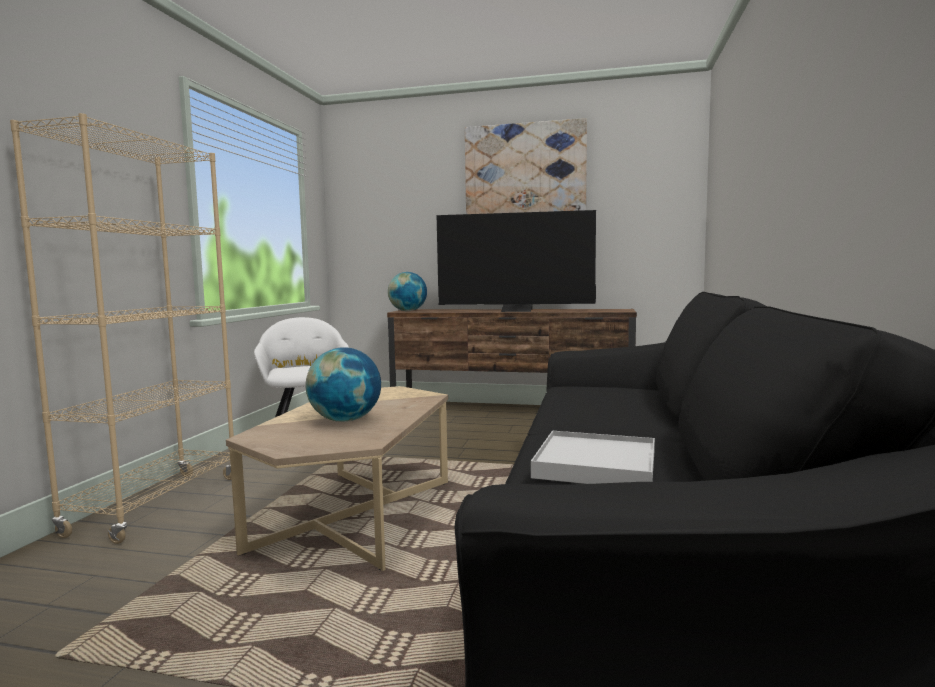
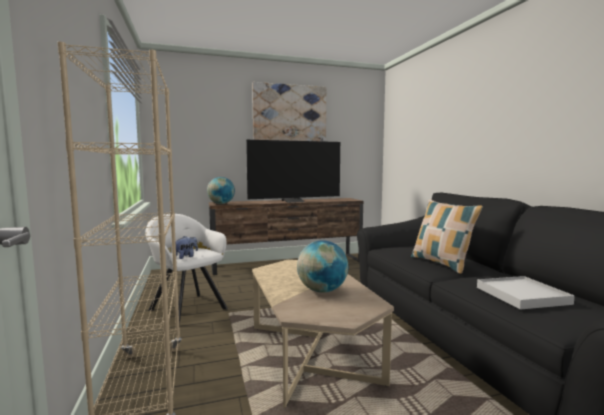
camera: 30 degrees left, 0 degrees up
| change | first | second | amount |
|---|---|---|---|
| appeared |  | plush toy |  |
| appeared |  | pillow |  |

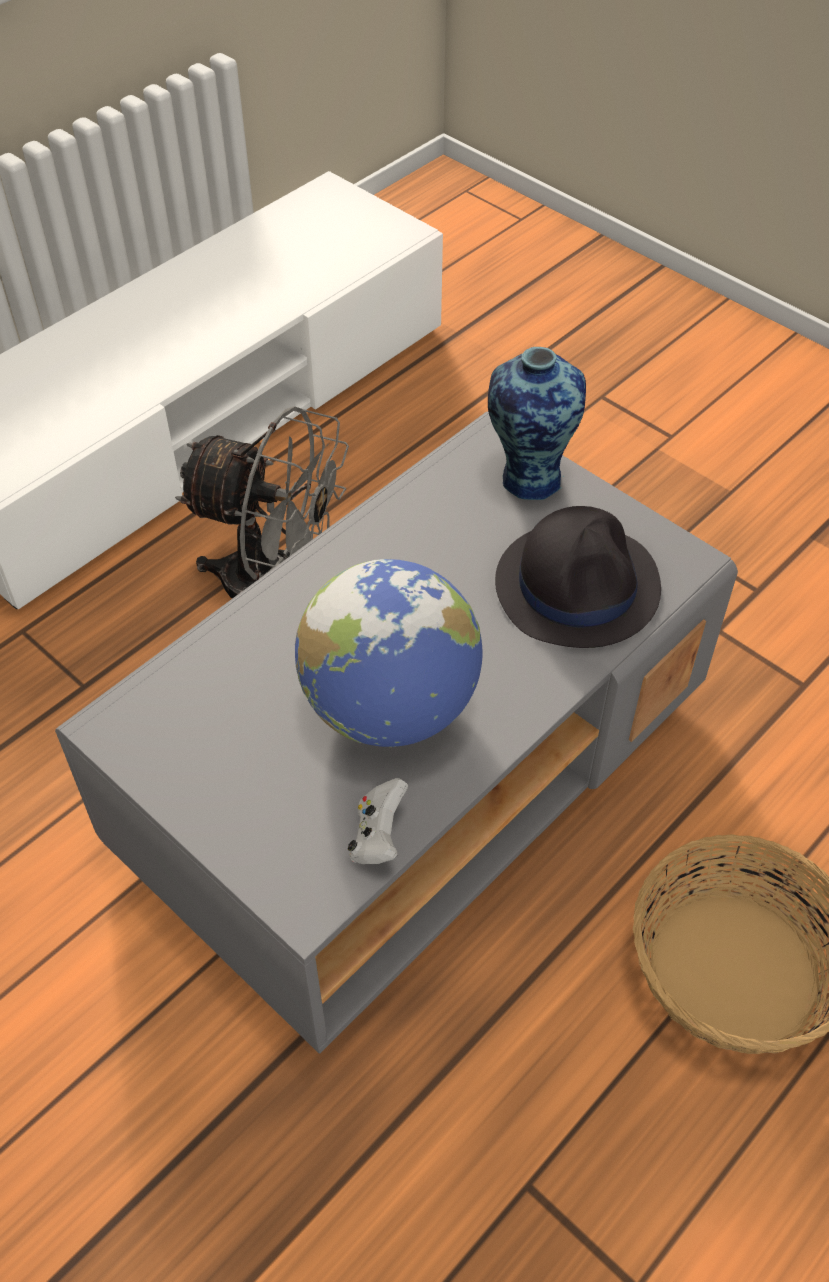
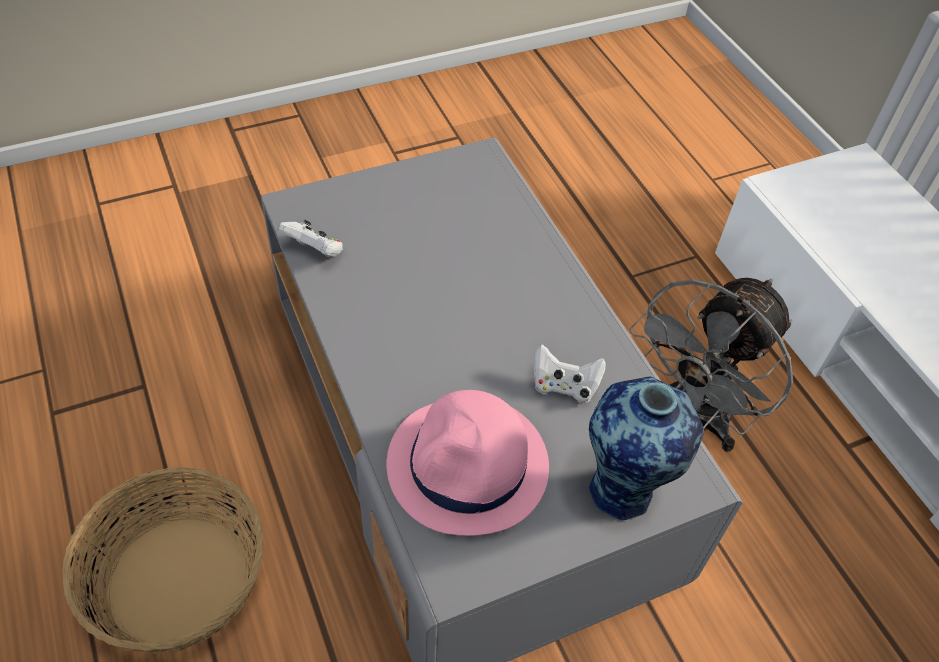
camera: 110 degrees right, 0 degrees up
| change | first | second | amount |
|---|---|---|---|
| colour | black hat | pink hat |  |
| appeared |  | white game controller (no. 2 from left) |  |
| missing | globe |  |  |

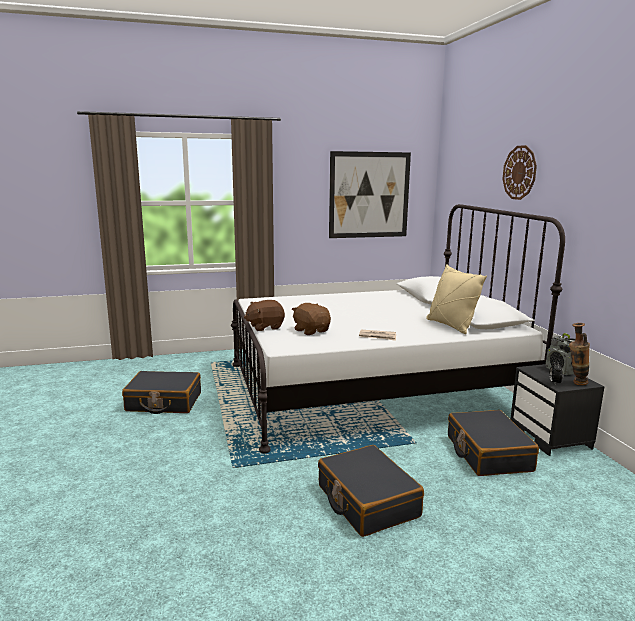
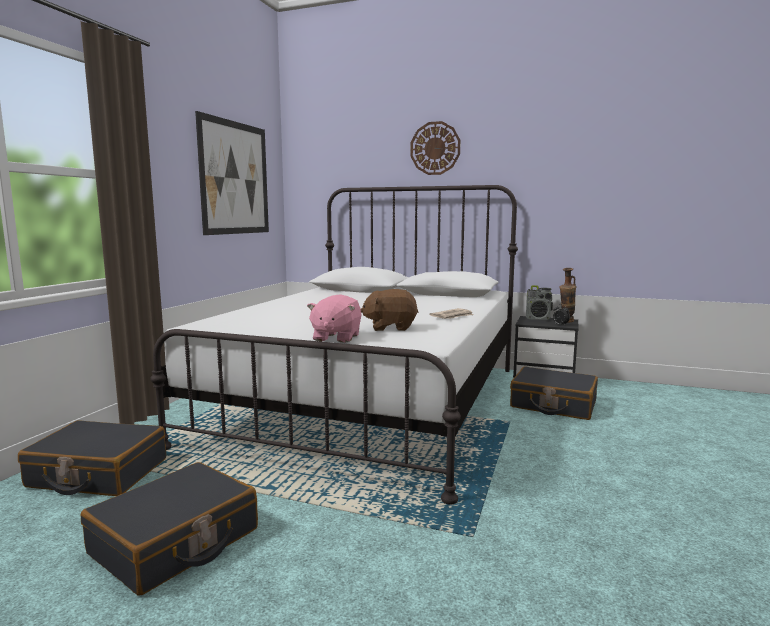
camera: 55 degrees left, 5 degrees down
| change | first | second | amount |
|---|---|---|---|
| relocated | black suitcase (no. 2 from left in the first image) | black suitcase (no. 1 from left) |  |
| colour | brown plush toy (no. 1 from left) | pink plush toy |  |
| missing | beige pillow |  |  |

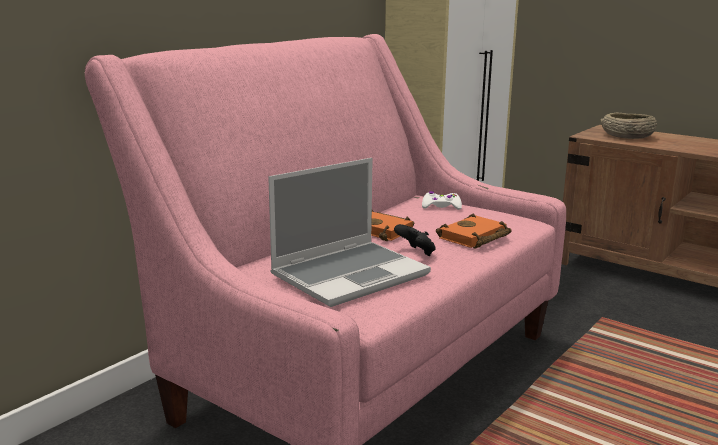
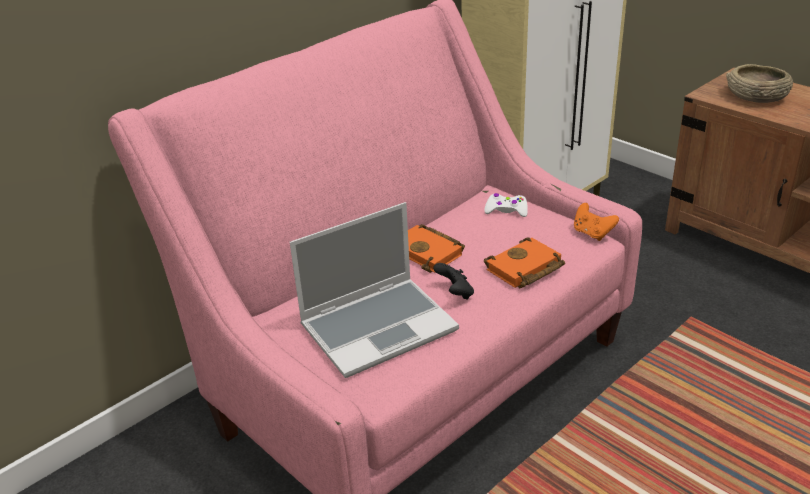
camera: 10 degrees right, 15 degrees up
| change | first | second | amount |
|---|---|---|---|
| appeared |  | orange game controller |  |

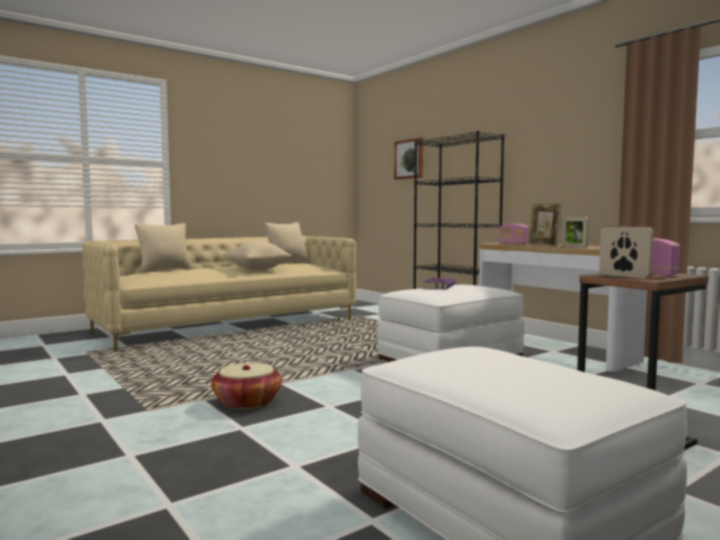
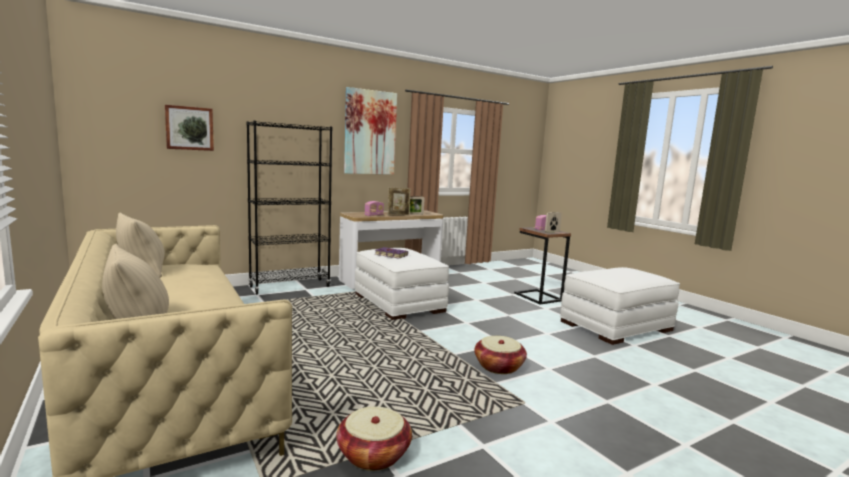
camera: 85 degrees left, 5 degrees up
| change | first | second | amount |
|---|---|---|---|
| appeared |  | basket (no. 1 from left) |  |
| appeared |  | picture (no. 2 from left) |  |
| missing | beige pillow (no. 2 from left) |  |  |

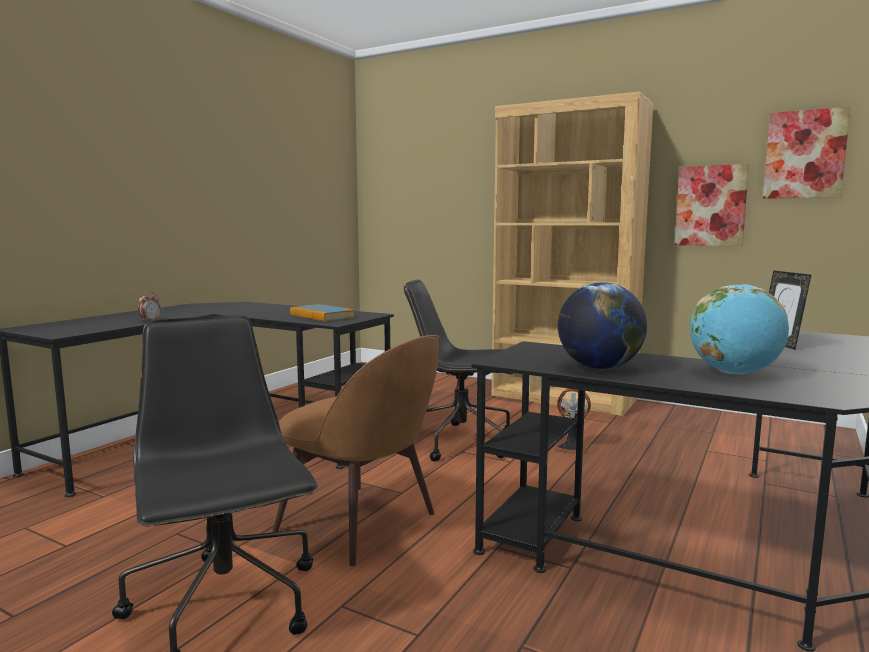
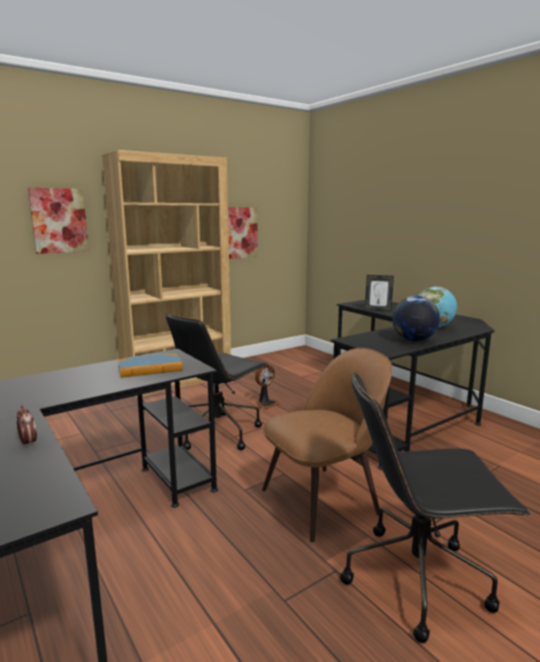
camera: 65 degrees left, 5 degrees up
| change | first | second | amount |
|---|---|---|---|
| relocated | picture (no. 2 from left in the first image) | picture (no. 1 from left) |  |

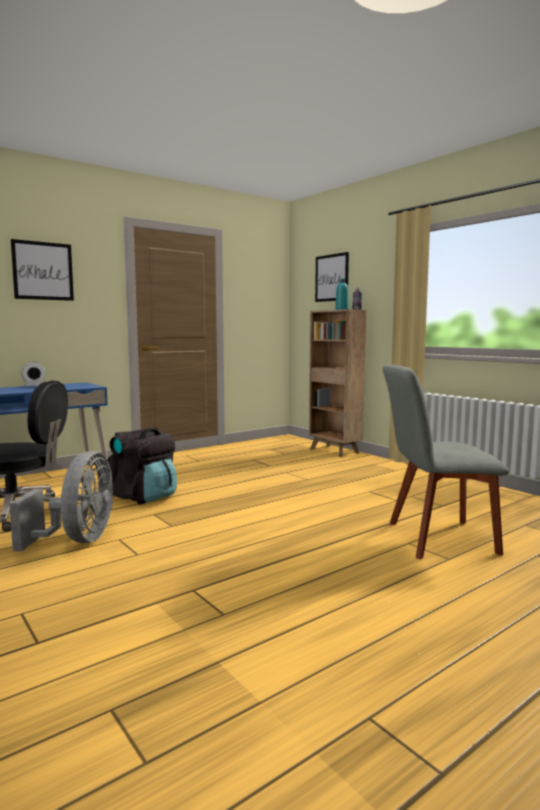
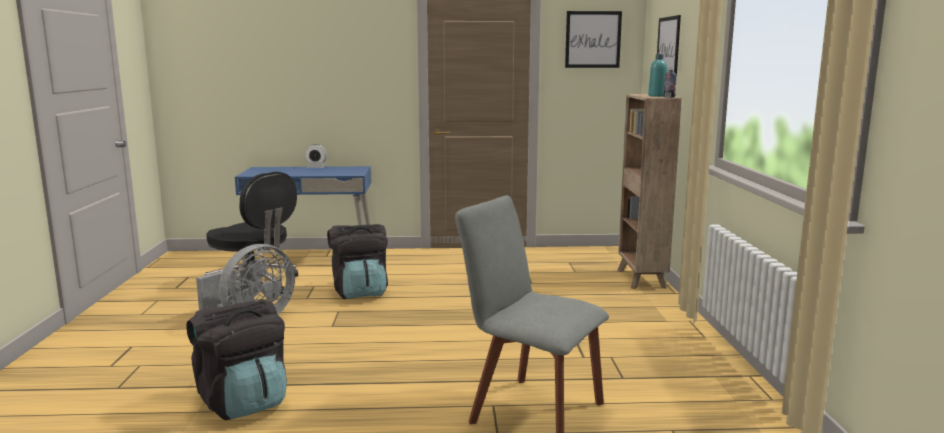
camera: 35 degrees right, 5 degrees up
| change | first | second | amount |
|---|---|---|---|
| appeared |  | black backpack (no. 1 from left) |  |
| relocated | picture (no. 1 from left) |  |  |

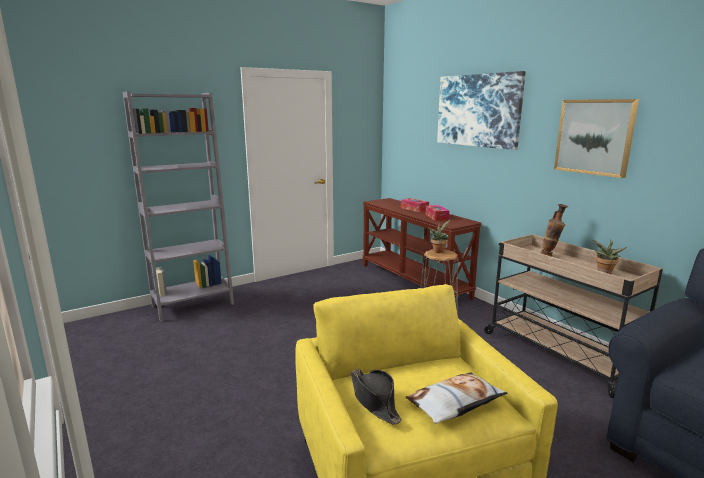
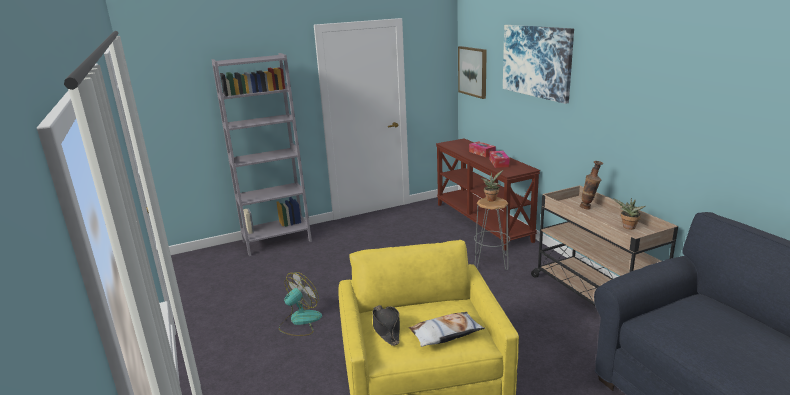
camera: 10 degrees right, 5 degrees up
| change | first | second | amount |
|---|---|---|---|
| appeared |  | fan |  |
| relocated | picture (no. 2 from left in the first image) | picture (no. 1 from left) |  |

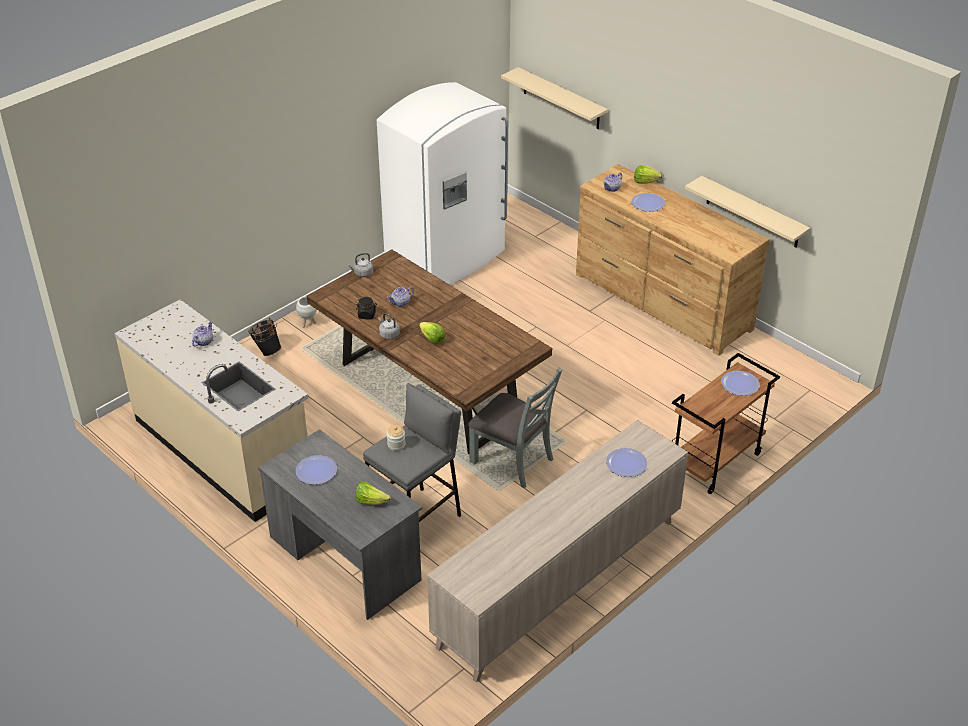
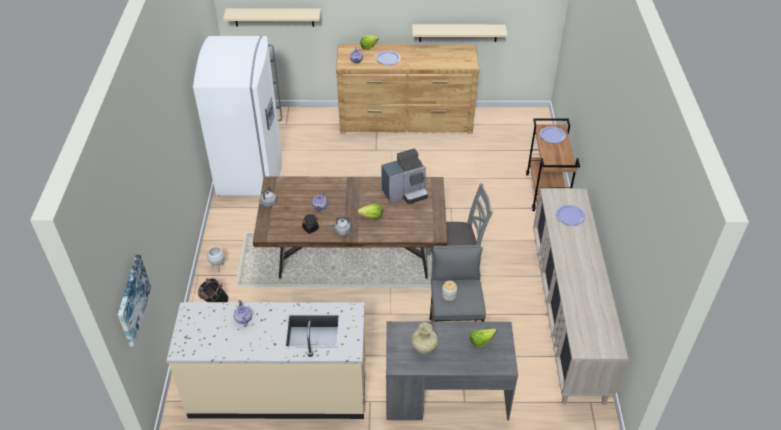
camera: 45 degrees left, 5 degrees up
| change | first | second | amount |
|---|---|---|---|
| appeared |  | picture |  |
| appeared |  | coffee machine |  |
| exchanged | plate (no. 1 from left) | beige vase |  |

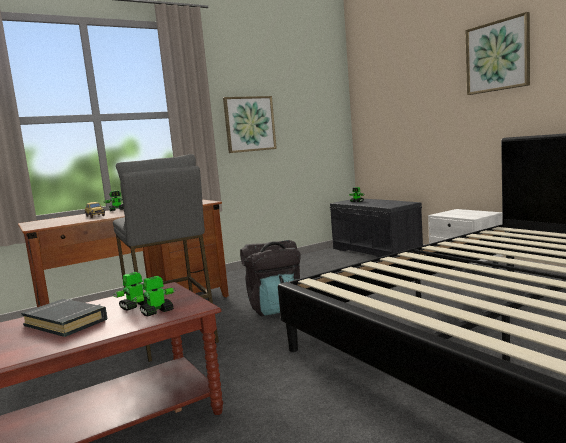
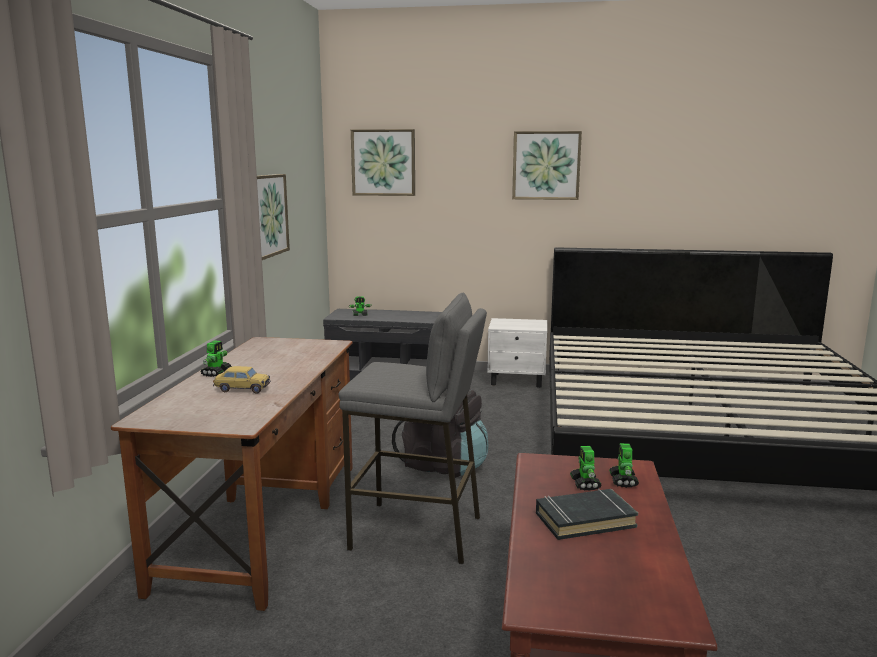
camera: 50 degrees left, 5 degrees up
| change | first | second | amount |
|---|---|---|---|
| appeared |  | picture (no. 2 from left) |  |

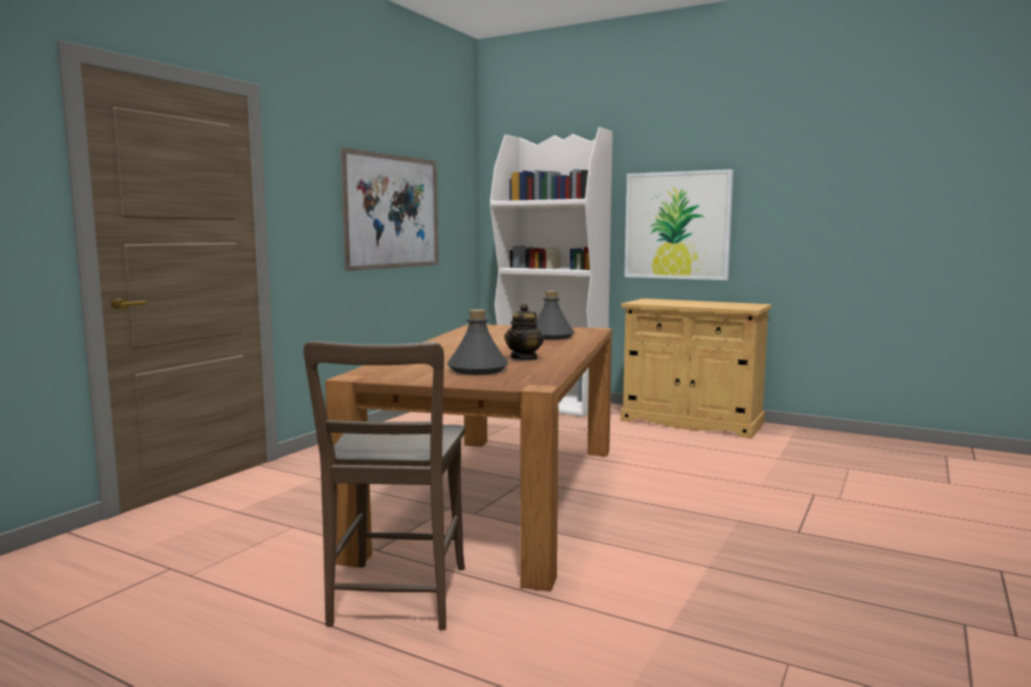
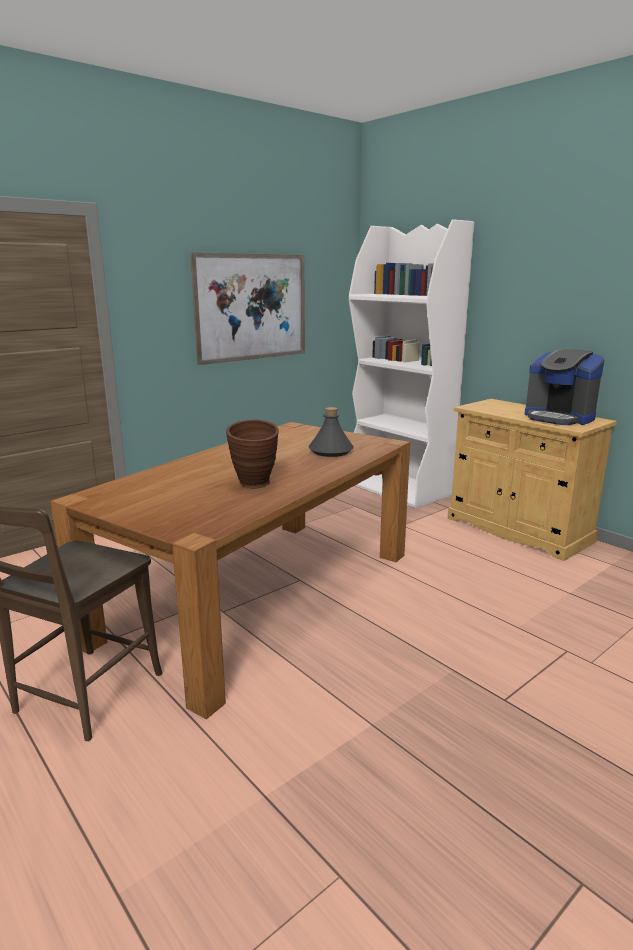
camera: 20 degrees right, 10 degrees up
| change | first | second | amount |
|---|---|---|---|
| exchanged | teapot | brown vase |  |
| appeared |  | coffee machine |  |
| missing | grey bottle (no. 1 from left) |  |  |
| missing | picture (no. 2 from left) |  |  |

